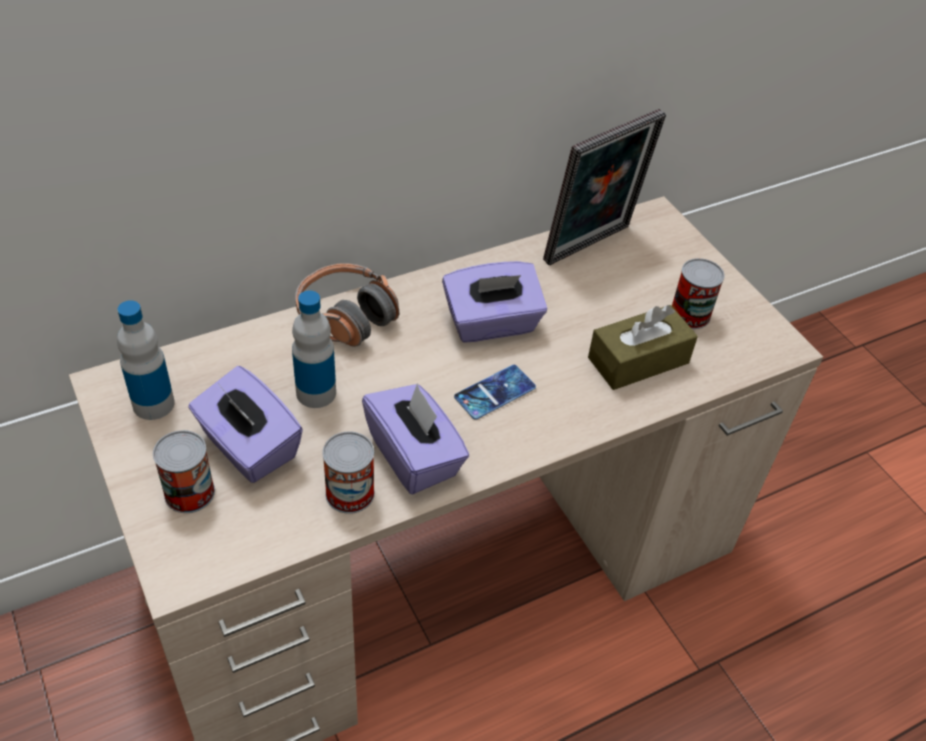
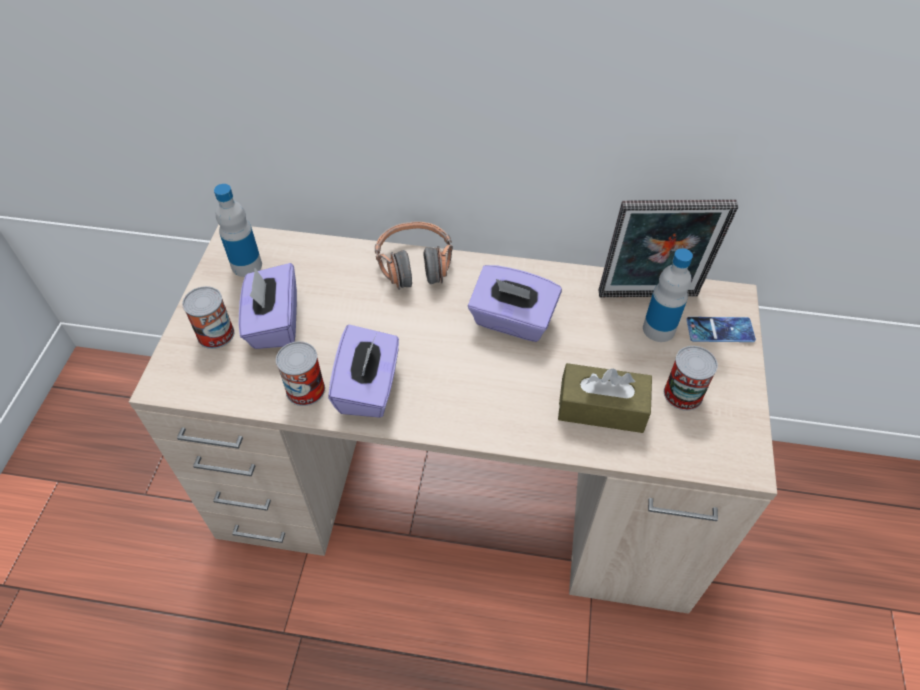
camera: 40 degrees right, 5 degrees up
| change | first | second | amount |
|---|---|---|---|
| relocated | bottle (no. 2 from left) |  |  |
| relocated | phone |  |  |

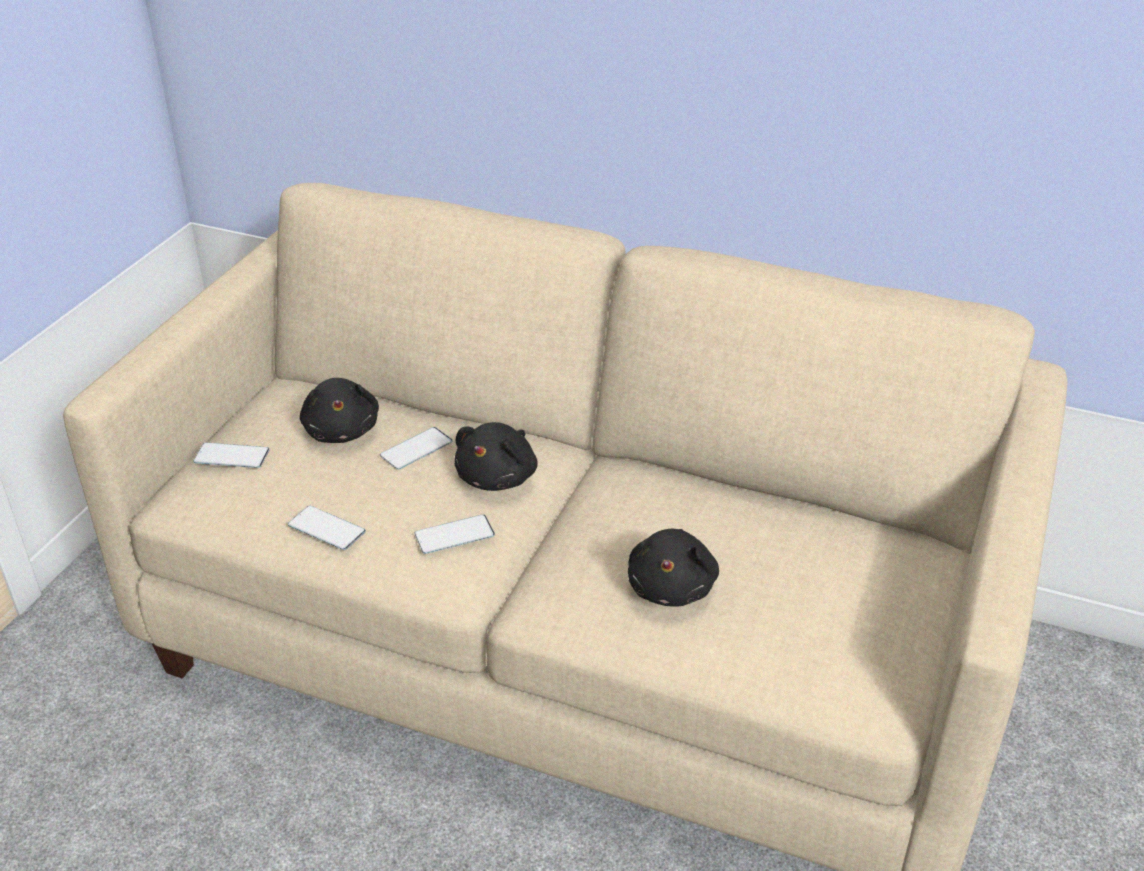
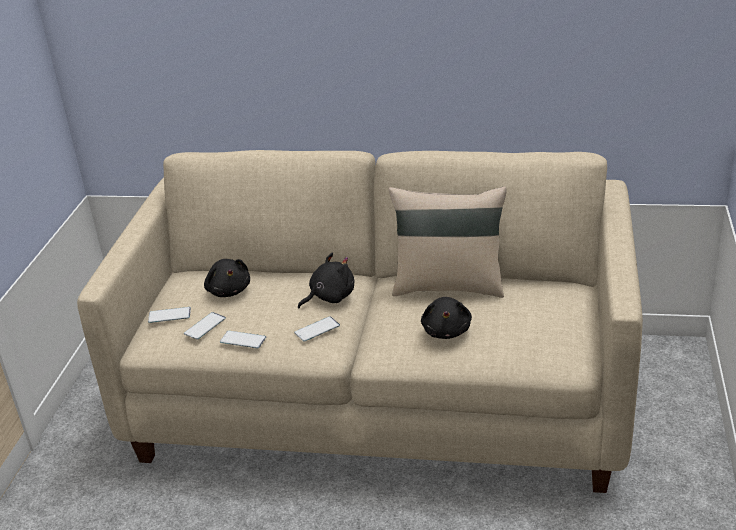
camera: 10 degrees left, 5 degrees down
| change | first | second | amount |
|---|---|---|---|
| relocated | phone (no. 3 from left in the first image) | phone (no. 2 from left) |  |
| spun | black plush toy (no. 2 from left) |  | 135 degrees counterclockwise |
| appeared |  | beige pillow |  |

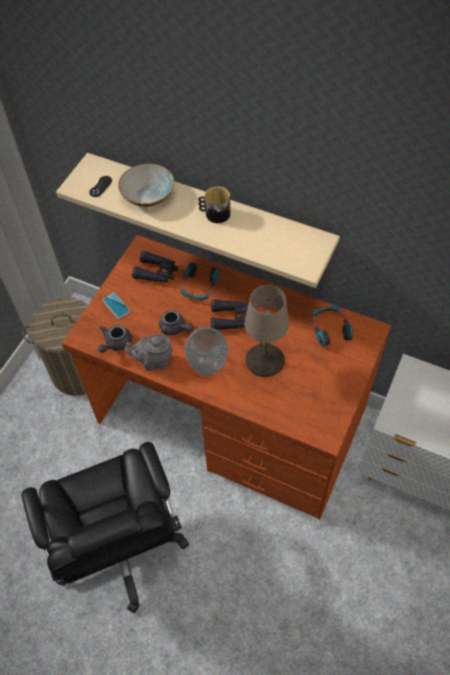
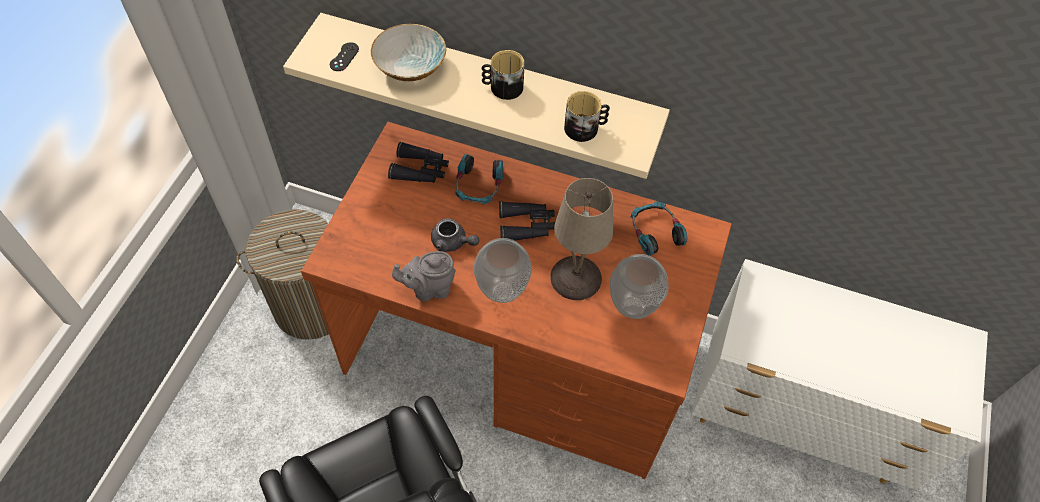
camera: 10 degrees left, 0 degrees up
| change | first | second | amount |
|---|---|---|---|
| appeared |  | mug (no. 2 from left) |  |
| appeared |  | vase (no. 2 from left) |  |
| missing | grey teapot (no. 1 from left) |  |  |
| missing | phone |  |  |

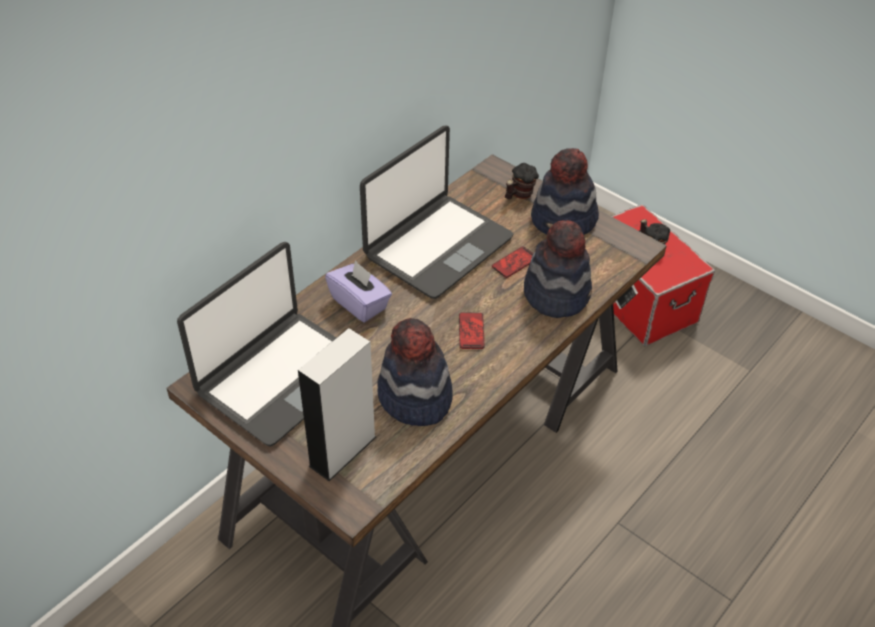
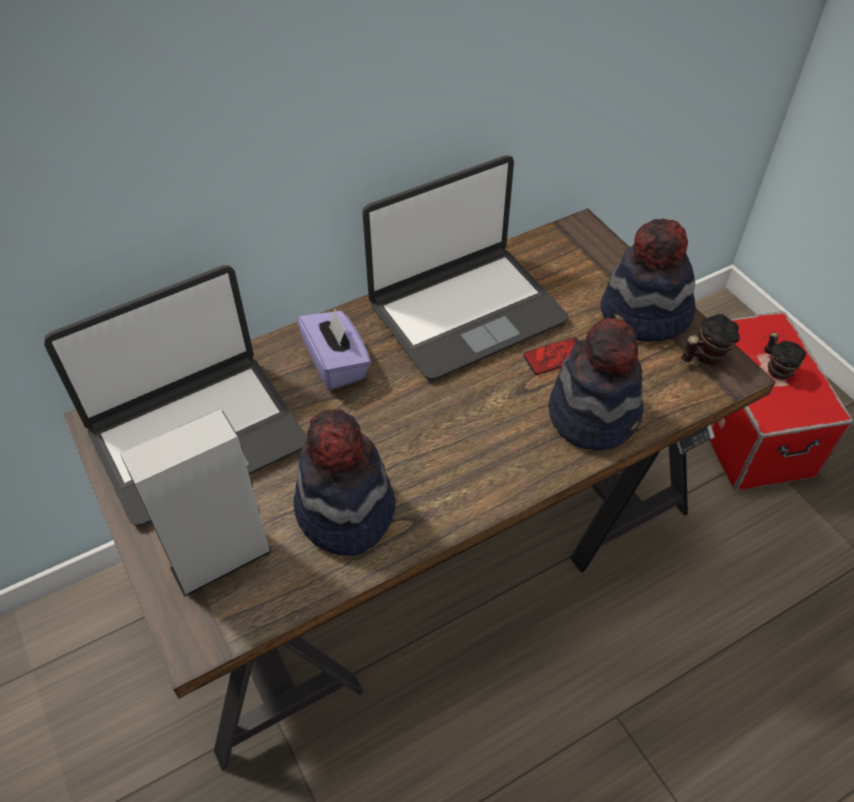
camera: 20 degrees right, 5 degrees up
| change | first | second | amount |
|---|---|---|---|
| relocated | mug (no. 1 from left) |  |  |
| missing | phone (no. 1 from left) |  |  |

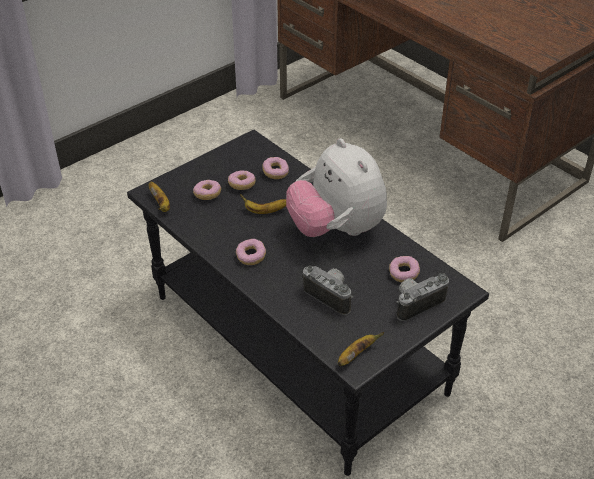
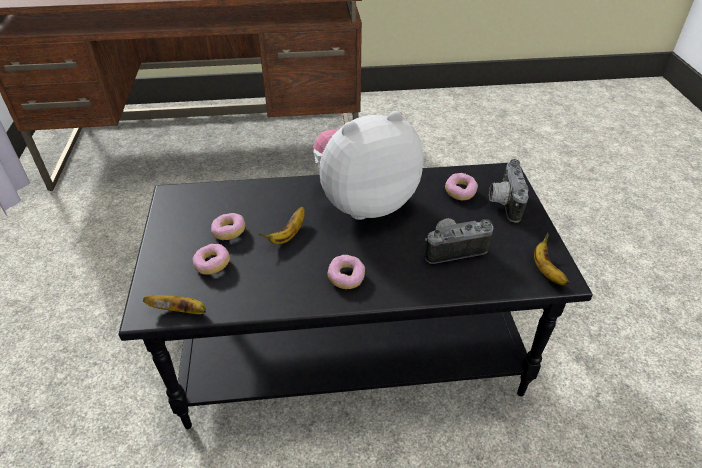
camera: 55 degrees left, 0 degrees up
| change | first | second | amount |
|---|---|---|---|
| spun | plush toy |  | 150 degrees clockwise |
| missing | donut (no. 4 from left) |  |  |

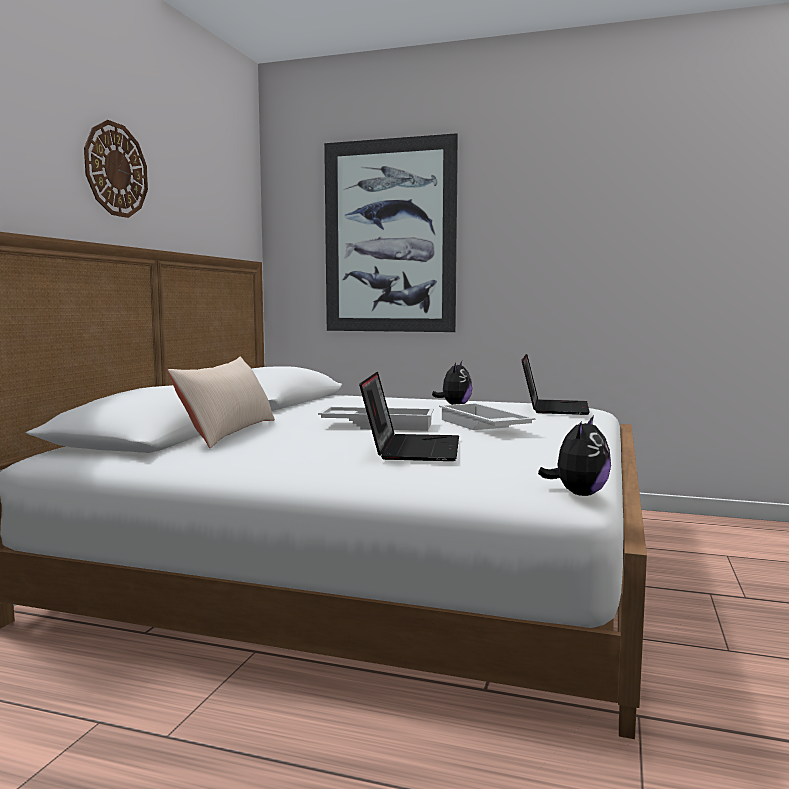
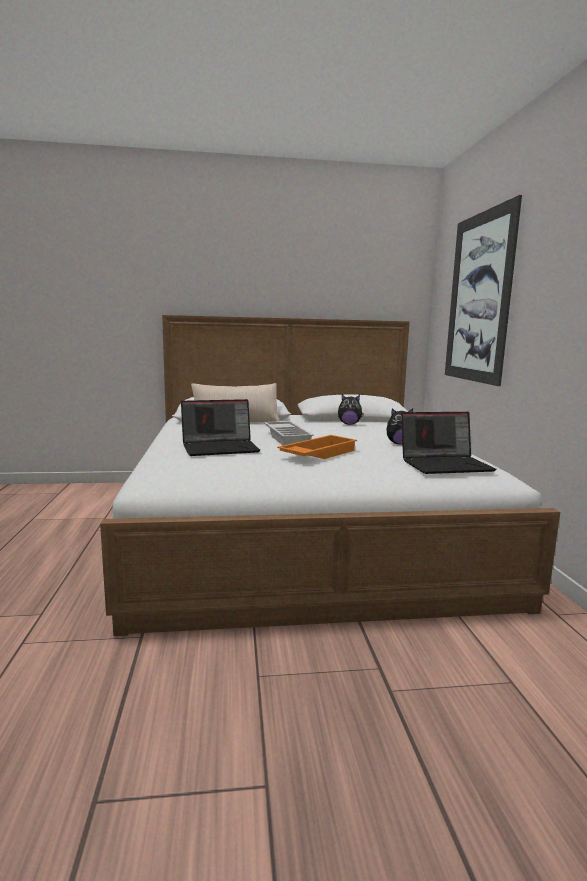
camera: 65 degrees right, 5 degrees up
| change | first | second | amount |
|---|---|---|---|
| colour | white tray (no. 2 from left) | orange tray |  |
| relocated | plush toy (no. 2 from left in the first image) | plush toy (no. 1 from left) |  |
| missing | wall clock |  |  |

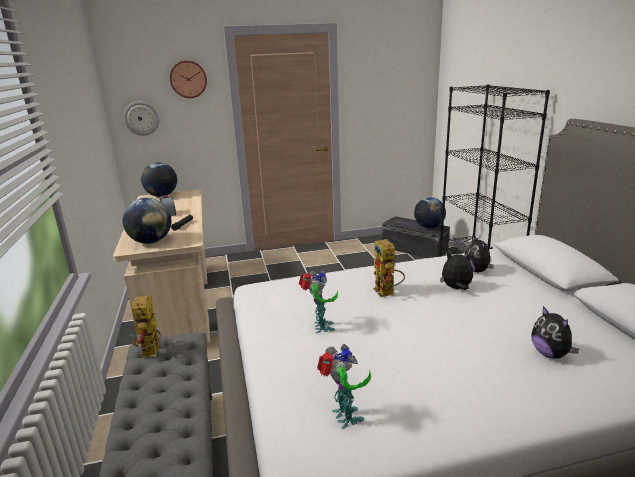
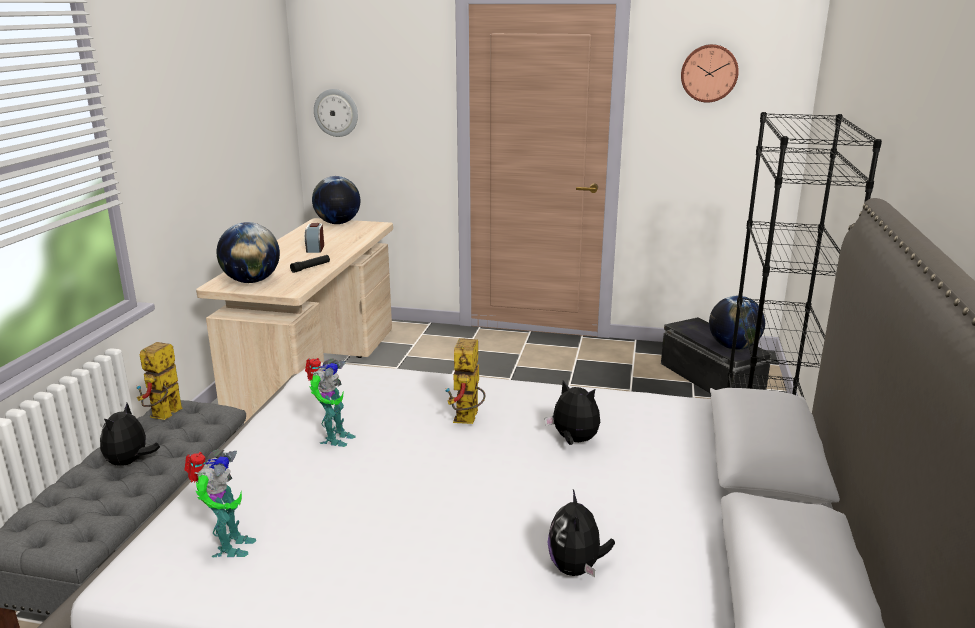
camera: 25 degrees right, 0 degrees up
| change | first | second | amount |
|---|---|---|---|
| relocated | plush toy (no. 2 from left in the first image) | plush toy (no. 1 from left) |  |
| relocated | wall clock (no. 2 from left) |  |  |

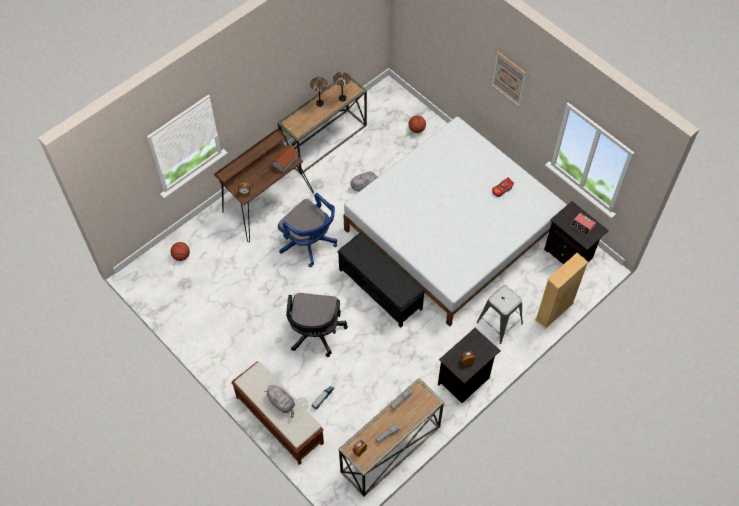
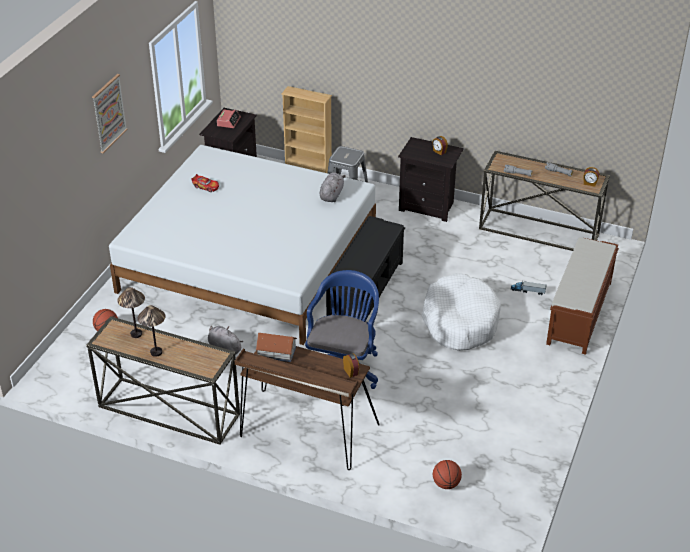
camera: 115 degrees left, 20 degrees down
| change | first | second | amount |
|---|---|---|---|
| relocated | grey plush toy (no. 1 from left in the first image) | grey plush toy (no. 2 from left) |  |
| exchanged | black office chair | white dog bed |  |

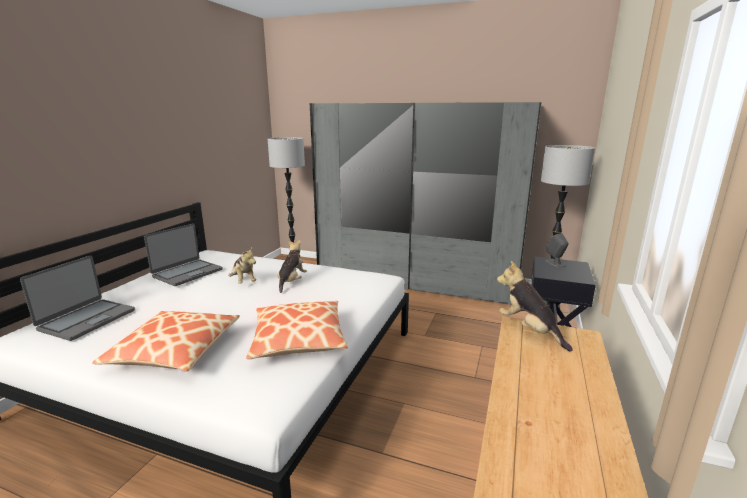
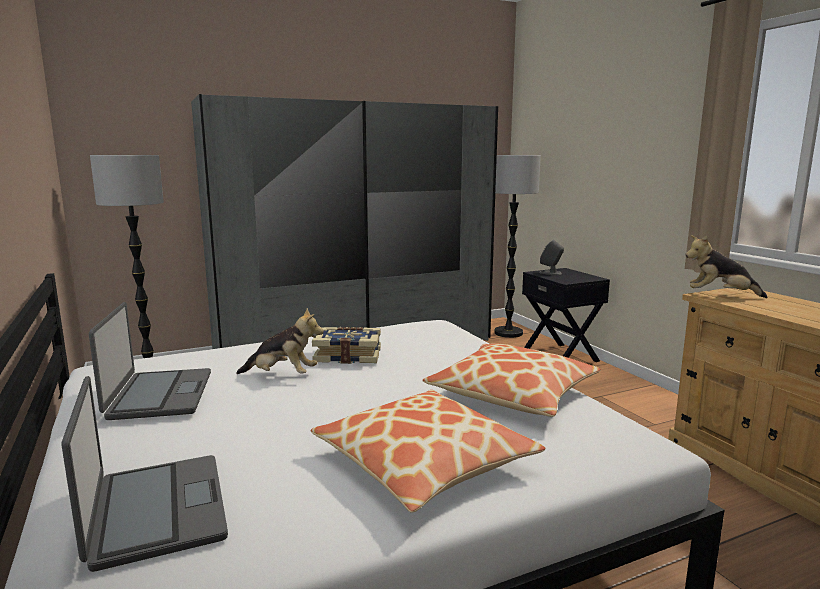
camera: 45 degrees left, 5 degrees down
| change | first | second | amount |
|---|---|---|---|
| exchanged | plush toy (no. 2 from left) | book |  |

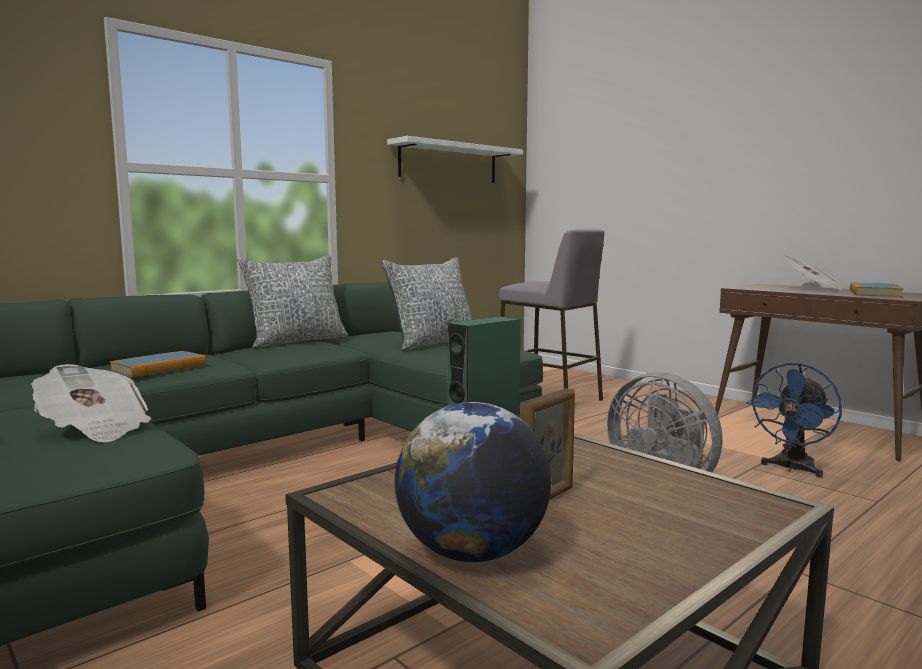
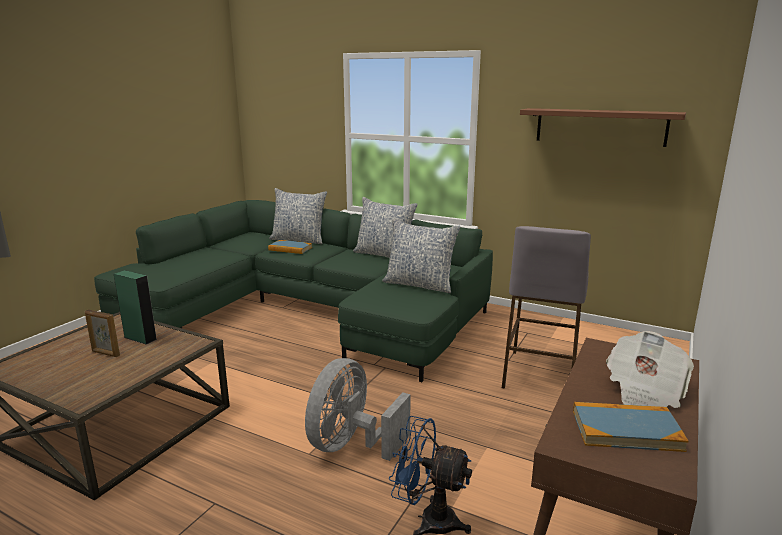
camera: 70 degrees right, 10 degrees up
| change | first | second | amount |
|---|---|---|---|
| appeared |  | pillow (no. 1 from left) |  |
| colour | white shelf | brown shelf |  |
| missing | newspaper (no. 1 from left) |  |  |
| missing | globe |  |  |

